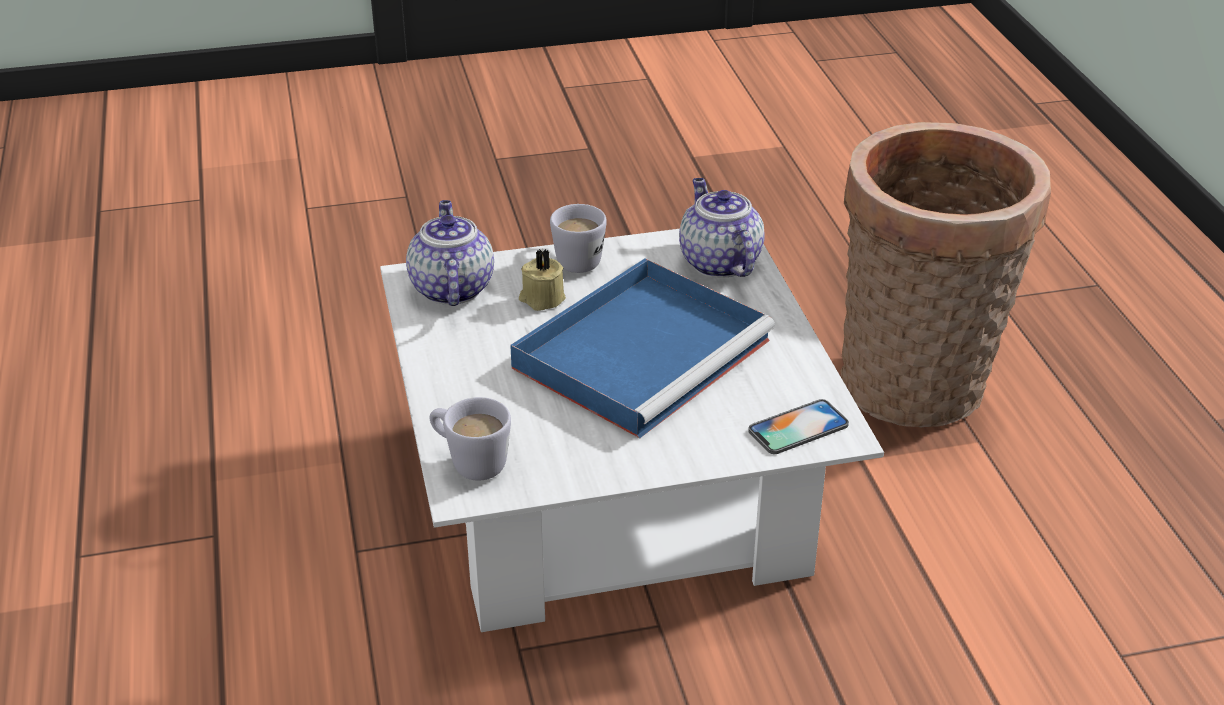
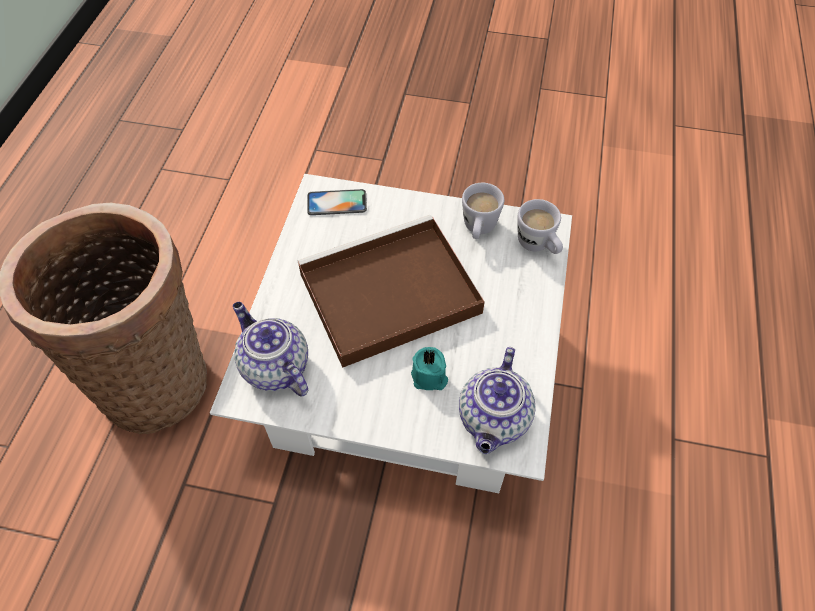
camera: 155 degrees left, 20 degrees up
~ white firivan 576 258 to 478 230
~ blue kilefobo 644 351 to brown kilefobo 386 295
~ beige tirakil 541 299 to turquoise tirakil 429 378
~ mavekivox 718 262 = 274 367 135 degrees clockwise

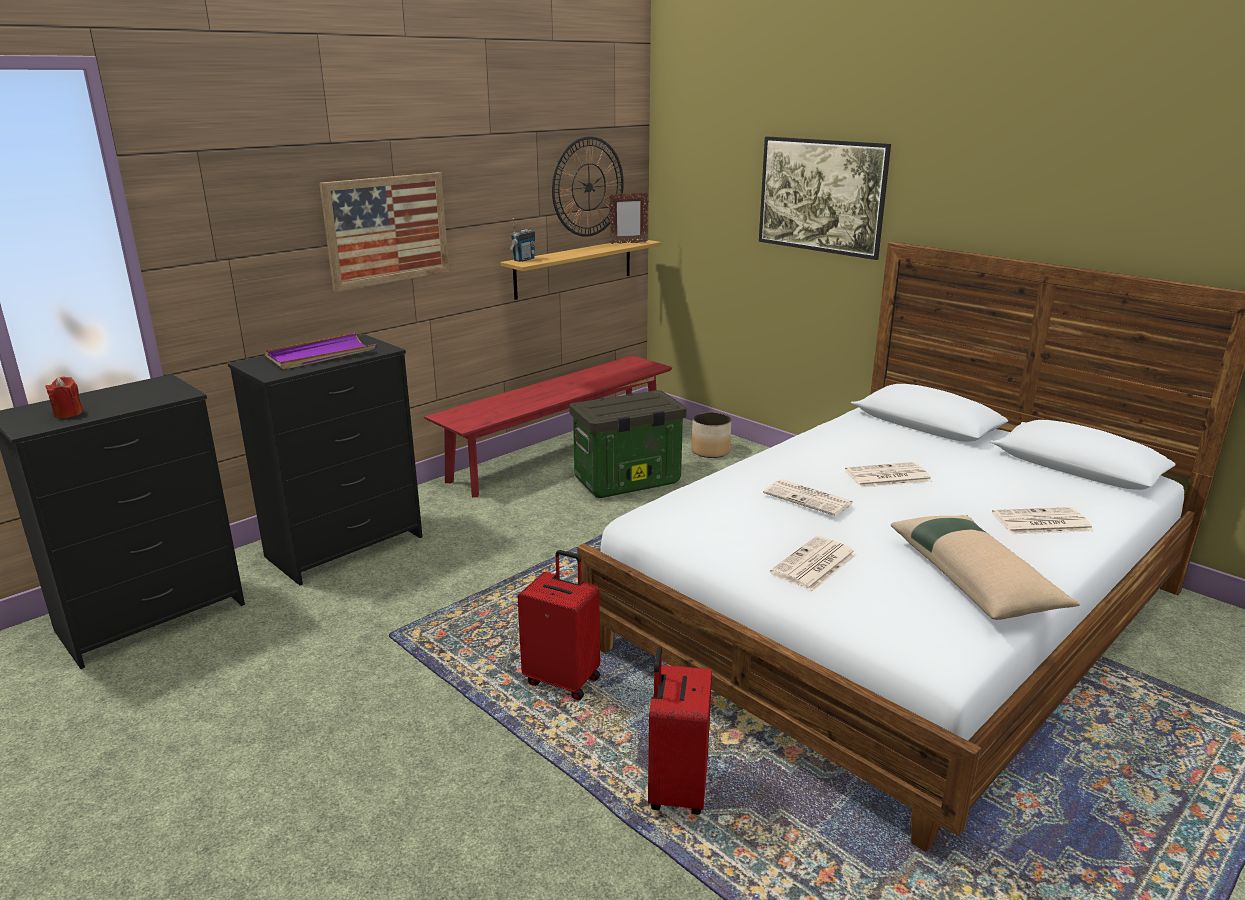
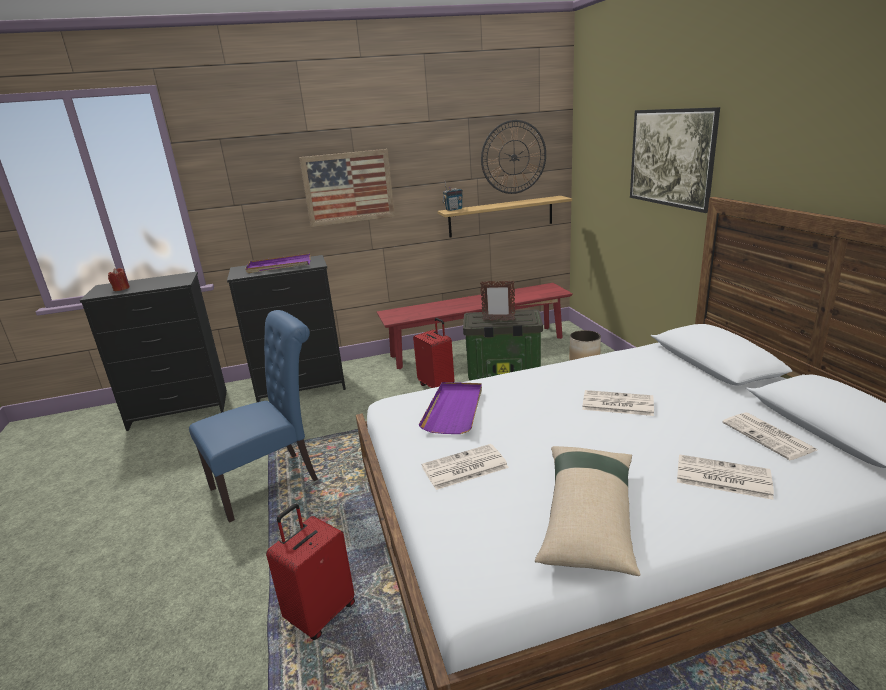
camera: 30 degrees right, 0 degrees up
+ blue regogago 271 482
+ purple kilefobo 454 409
~ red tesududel 563 679 to 437 386
~ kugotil 628 243 to 498 320
~ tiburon 809 498 to 769 437

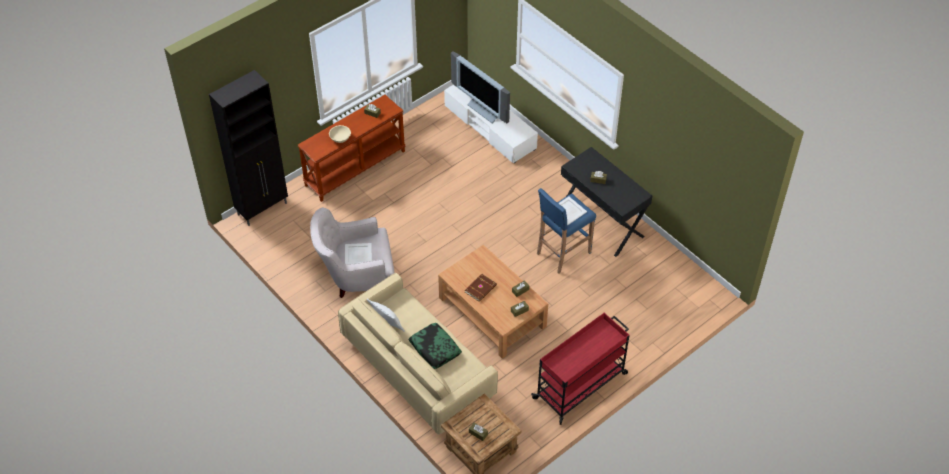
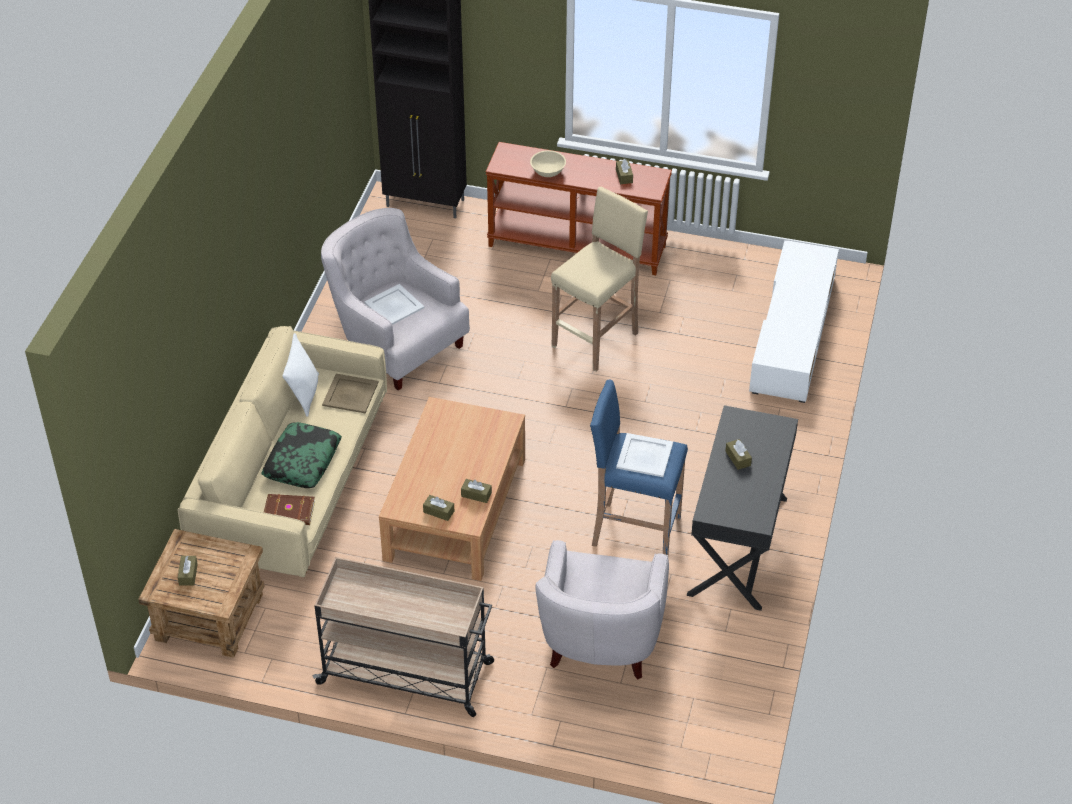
camera: 55 degrees right, 5 degrees down
- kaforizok 486 109
+ beige kilefobo 350 394
+ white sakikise 600 644
+ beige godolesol 596 339
~ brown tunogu 481 289 to 289 512
~ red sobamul 581 385 to beige sobamul 407 673

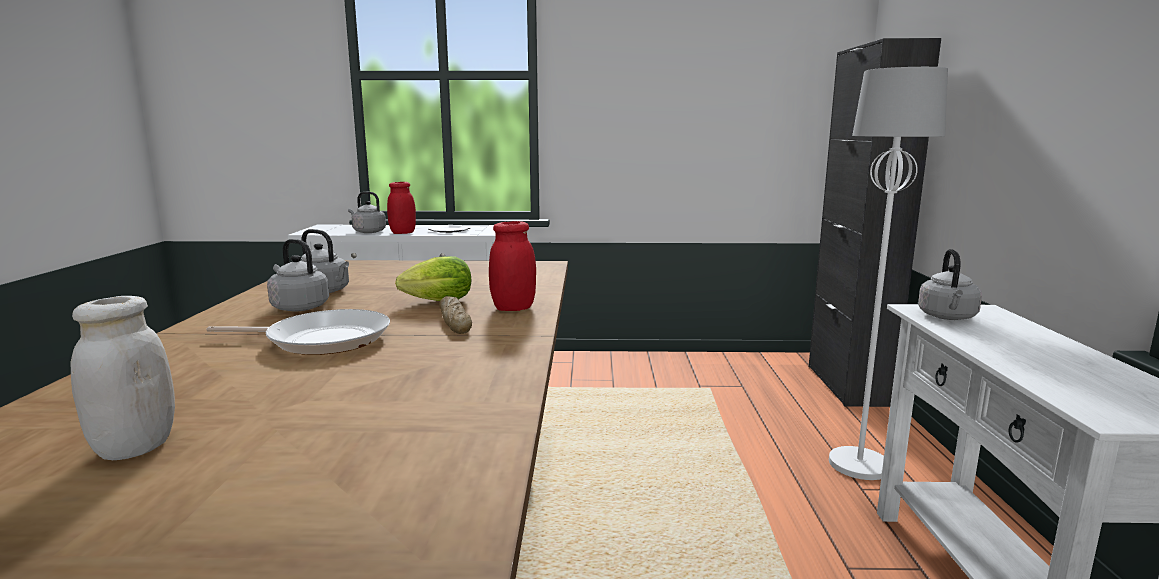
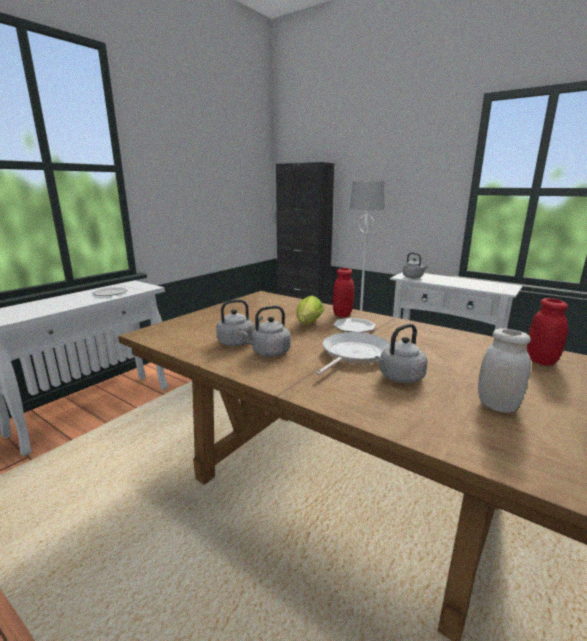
camera: 55 degrees left, 5 degrees up
~ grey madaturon 368 231 to 399 378
~ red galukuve 403 233 to 541 361
~ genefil 455 322 to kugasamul 354 327

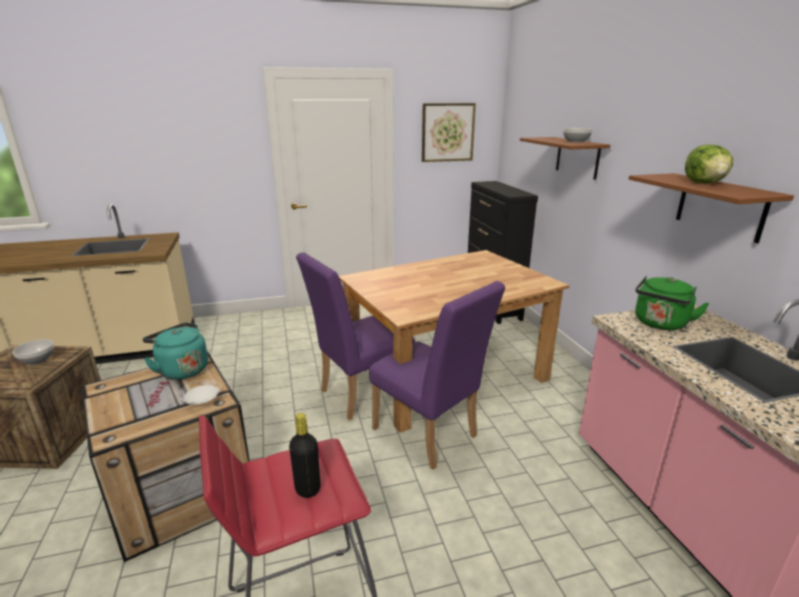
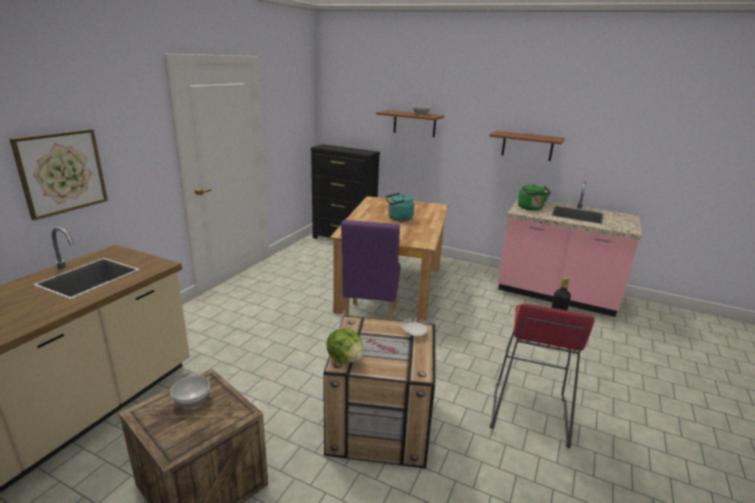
camera: 50 degrees left, 0 degrees up
- purple regogago 429 436
~ turquoise madaturon 181 369 to 398 219
~ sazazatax 447 132 to 62 172
~ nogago 705 183 to 345 359

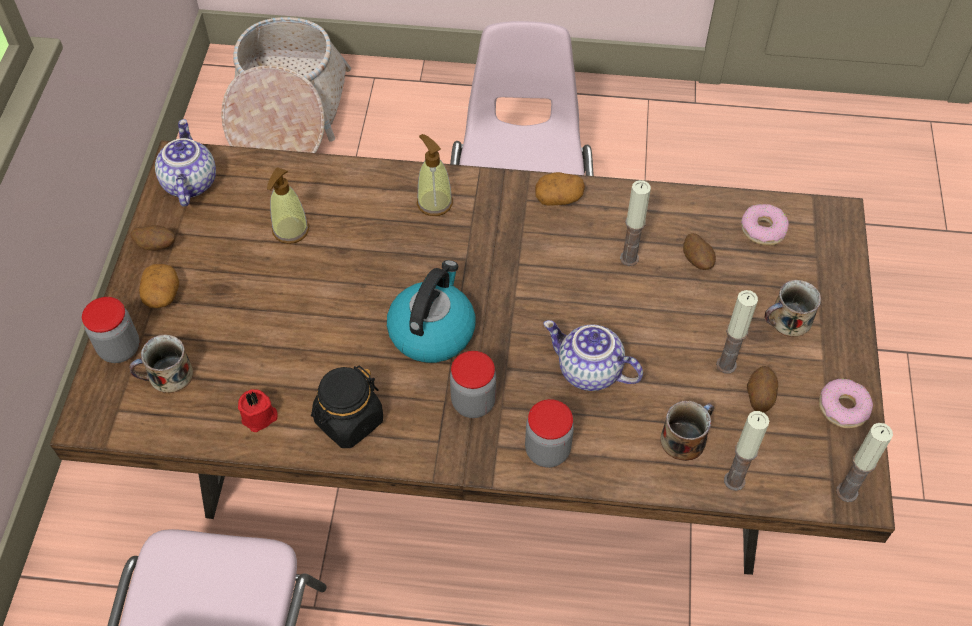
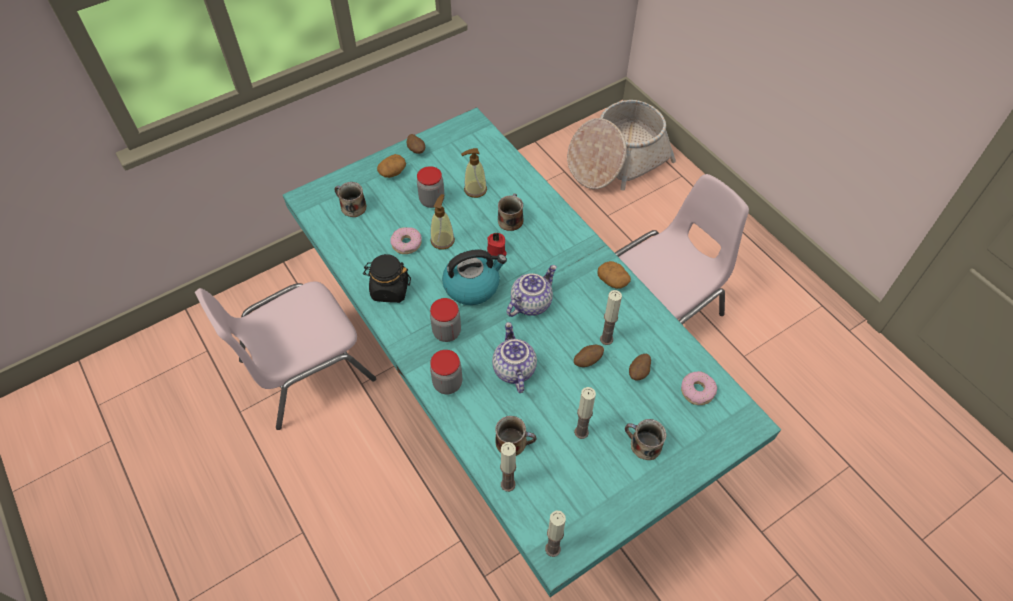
camera: 50 degrees right, 0 degrees up
+ firivan 510 219
~ galukuve 120 348 to 432 200
~ mavekivox 188 183 to 530 302
~ red tirakil 260 417 to 496 251
~ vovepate 434 202 to 442 240
~ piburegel 759 397 to 587 360
~ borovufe 843 408 to 406 243
~ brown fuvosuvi 483 459 to turquoise fuvosuvi 504 396

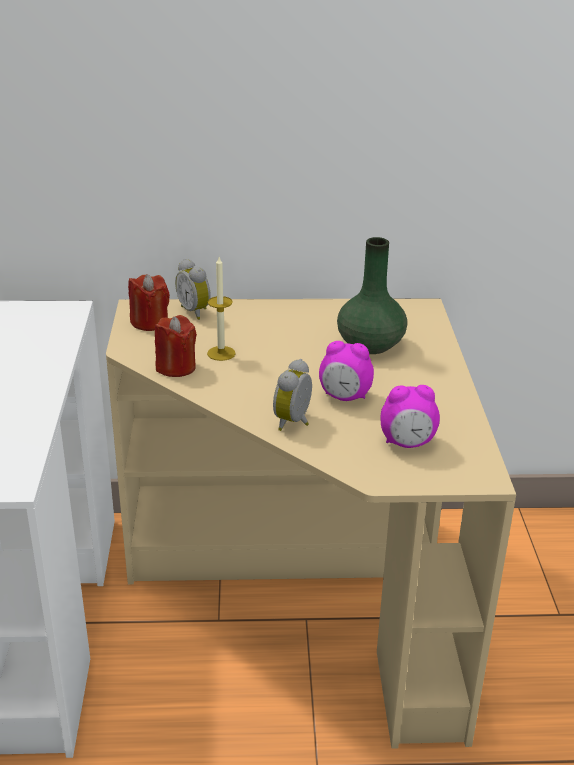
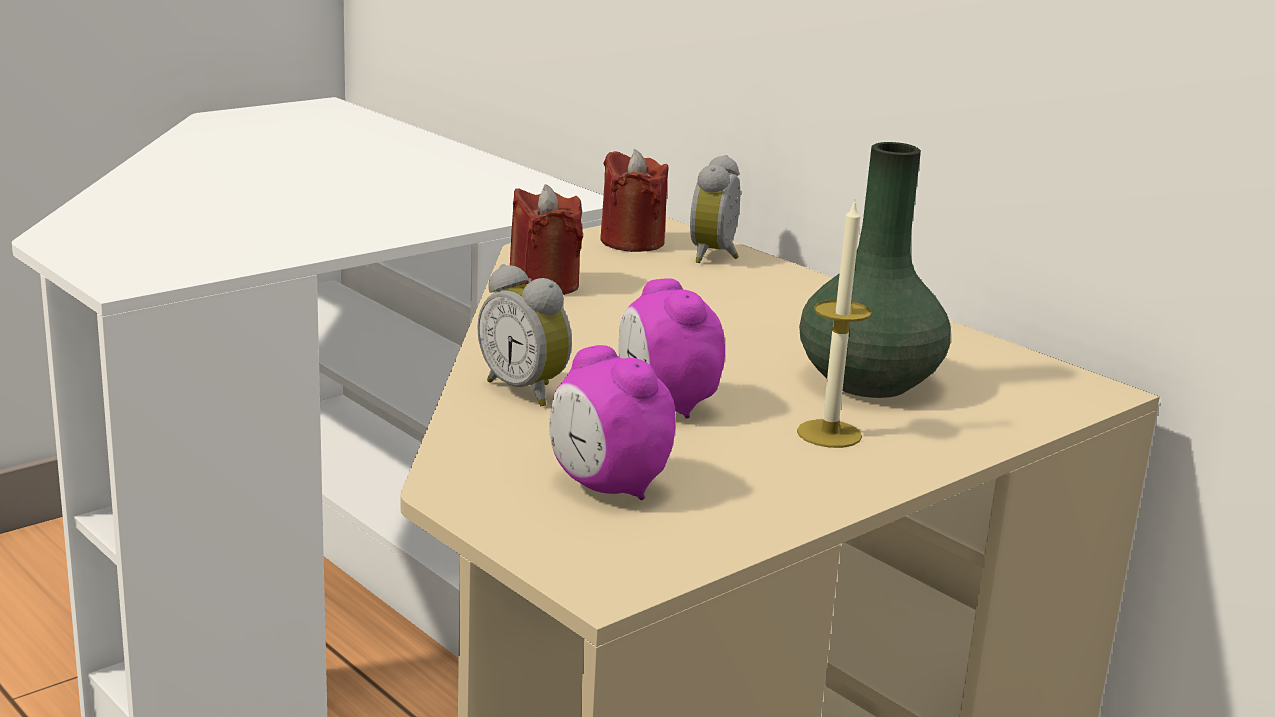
camera: 50 degrees right, 10 degrees down
~ tirakil 221 353 to 829 434
~ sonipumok 295 422 = 527 390 120 degrees counterclockwise

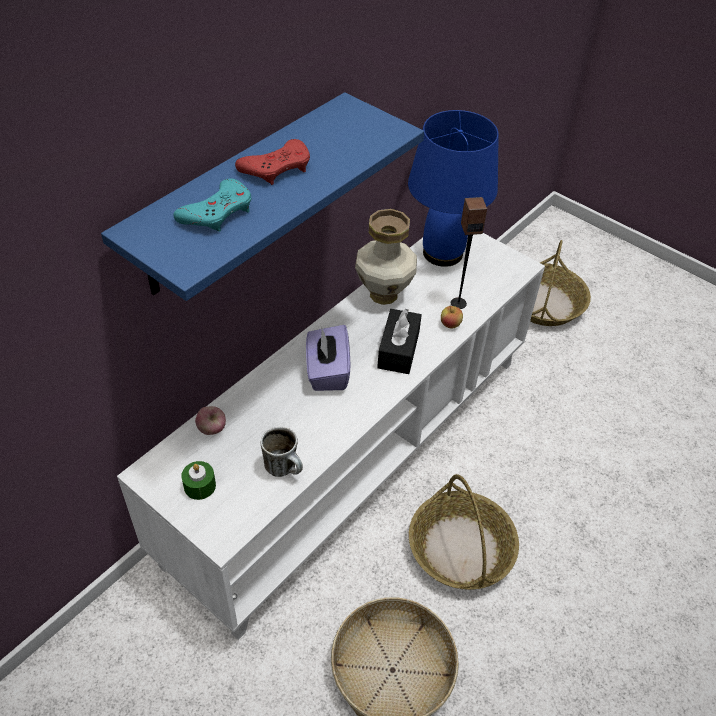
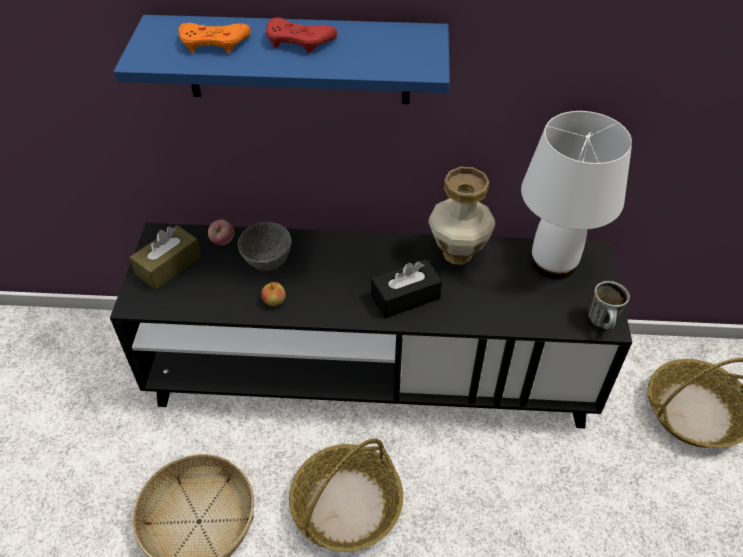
camera: 55 degrees right, 0 degrees up
- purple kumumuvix 327 371
- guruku 458 303
+ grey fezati 269 263
~ firivan 285 469 to 604 324
~ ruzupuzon 450 324 to 274 301
~ green tirakil 200 486 to brown kumumuvix 169 265
~ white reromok 353 455 to black reromok 371 373
~ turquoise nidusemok 217 212 to orange nidusemok 214 43
~ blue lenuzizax 442 252 to white lenuzizax 554 262

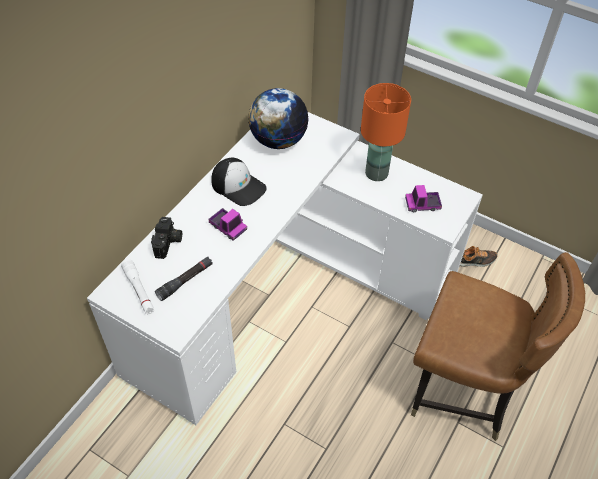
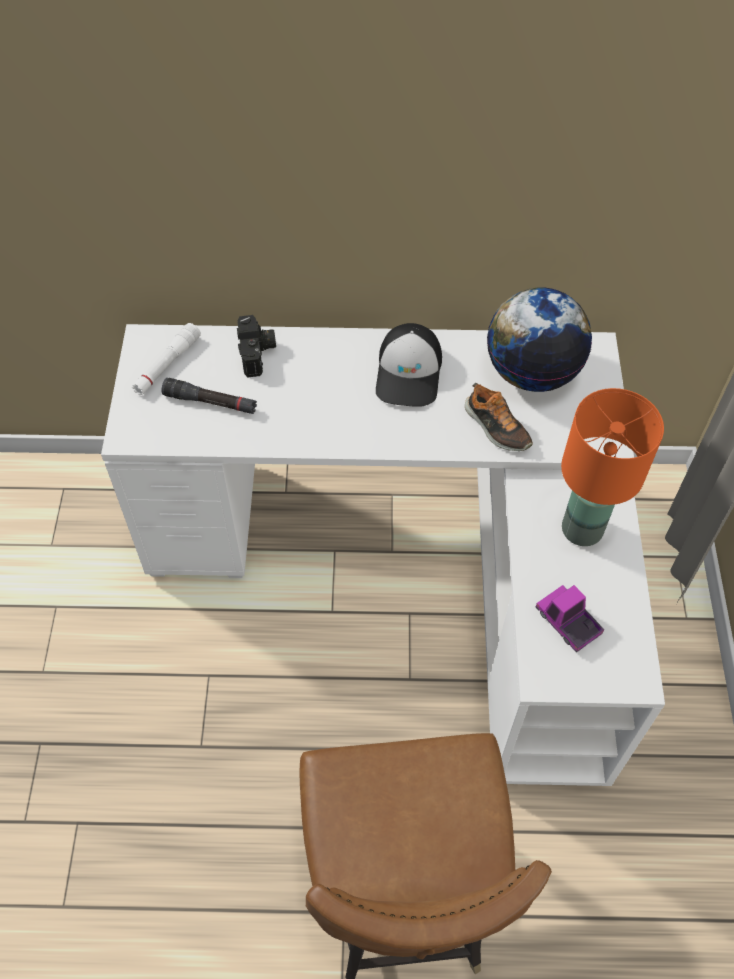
camera: 60 degrees right, 5 degrees up
- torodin 228 227
~ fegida 475 261 to 496 427
~ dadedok 168 243 = 258 353 75 degrees counterclockwise

